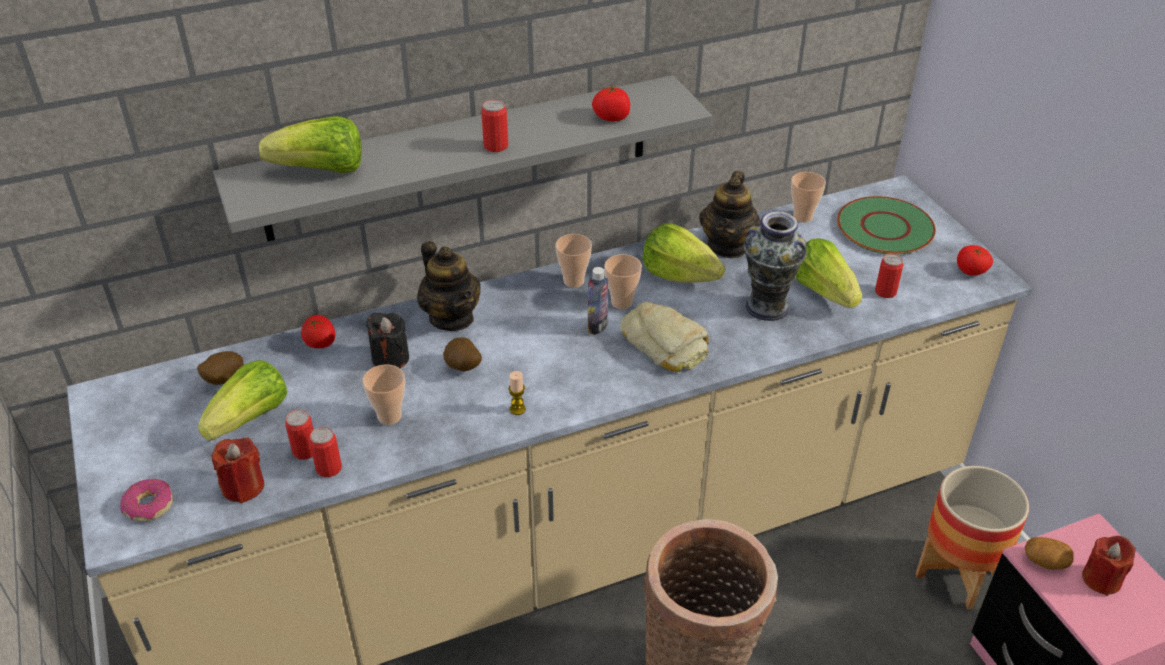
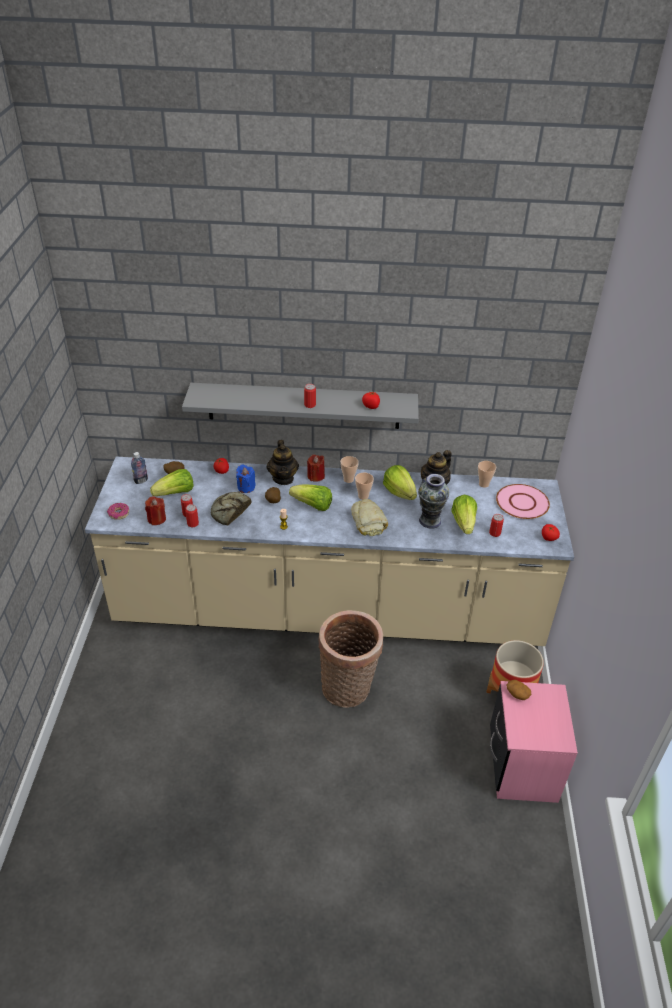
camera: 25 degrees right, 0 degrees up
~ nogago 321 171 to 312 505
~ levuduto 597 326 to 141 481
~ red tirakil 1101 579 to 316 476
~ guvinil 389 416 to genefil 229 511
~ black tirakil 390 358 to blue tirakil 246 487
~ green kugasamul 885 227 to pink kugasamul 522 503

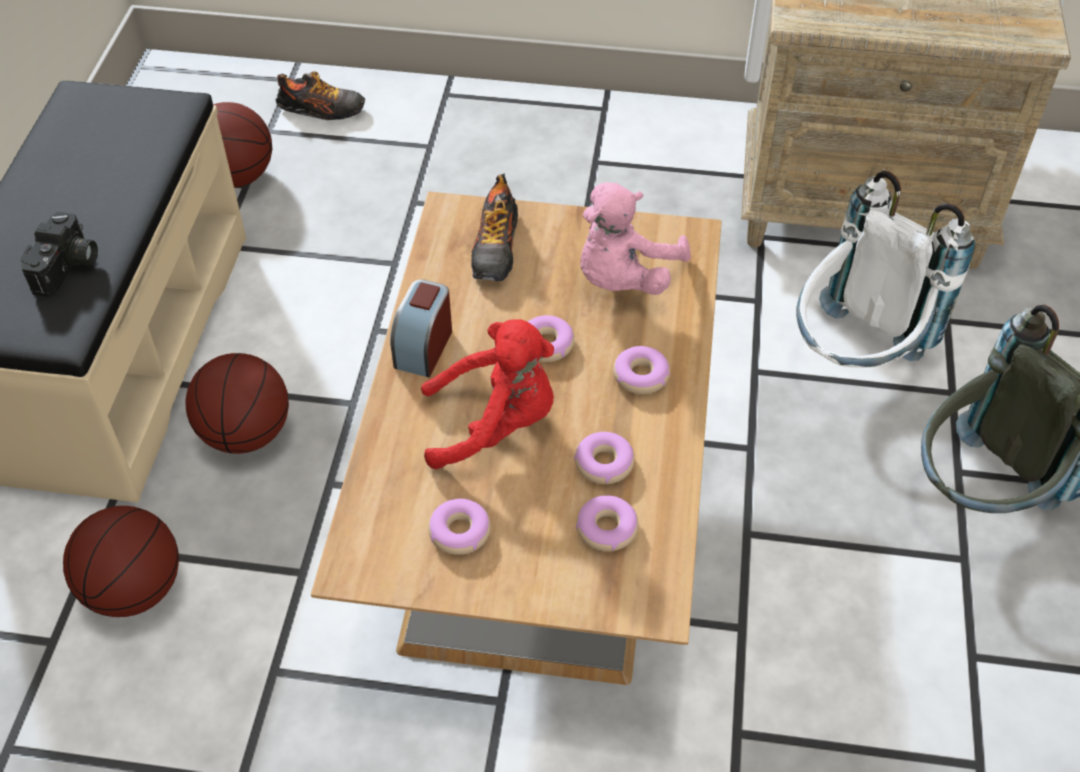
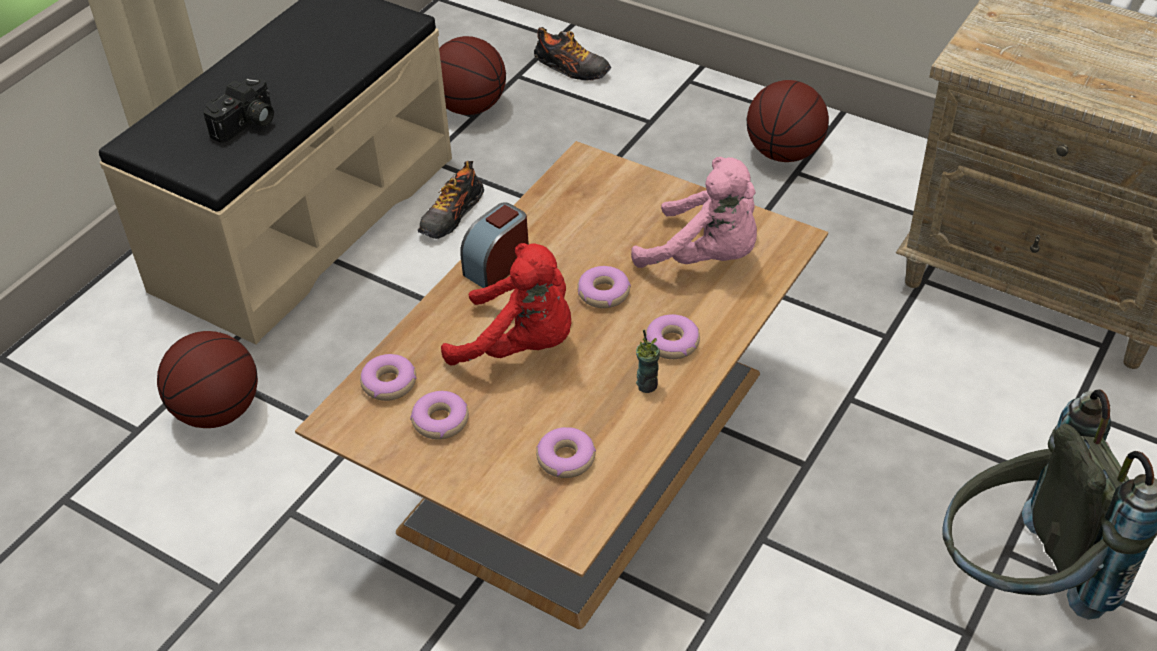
camera: 25 degrees right, 5 degrees down
- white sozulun 853 358
+ guvinil 647 384
~ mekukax 246 433 to 784 153
~ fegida 496 247 to 452 215
~ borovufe 604 463 to 389 383
~ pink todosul 623 278 = 705 257 120 degrees counterclockwise

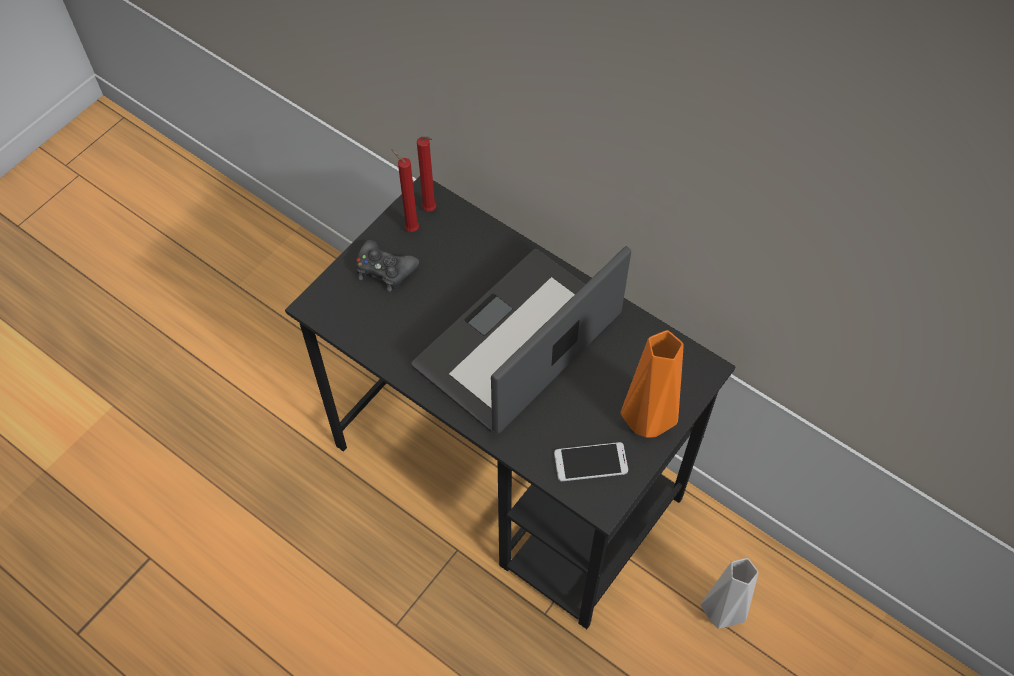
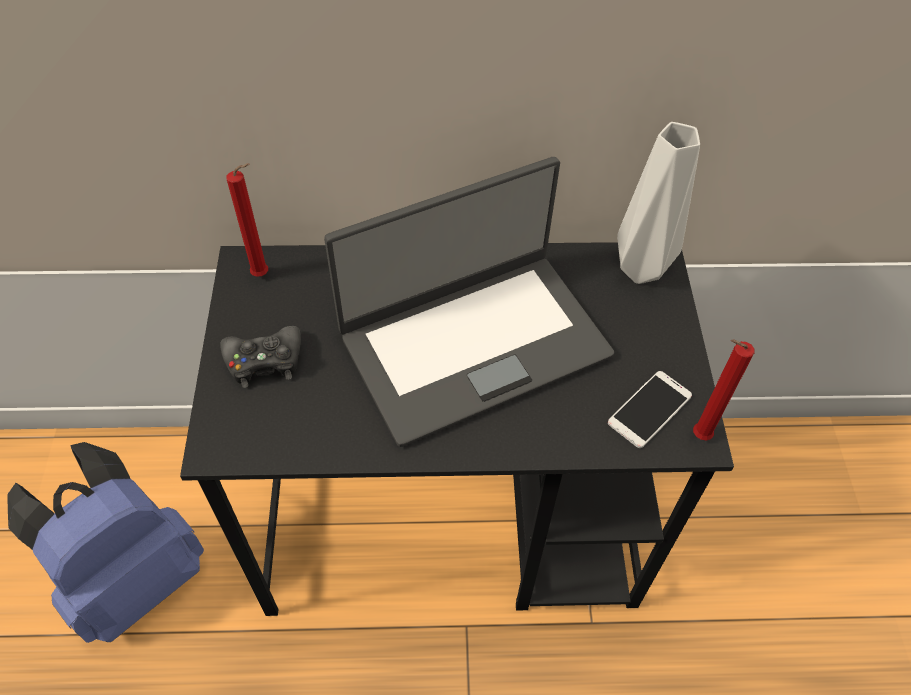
camera: 40 degrees left, 5 degrees down
- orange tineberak 649 420
+ blue sozulun 134 577
~ red tirakil 410 228 to 697 436
~ grey tineberak 723 611 to 641 267
~ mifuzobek 520 343 = 473 343 120 degrees counterclockwise

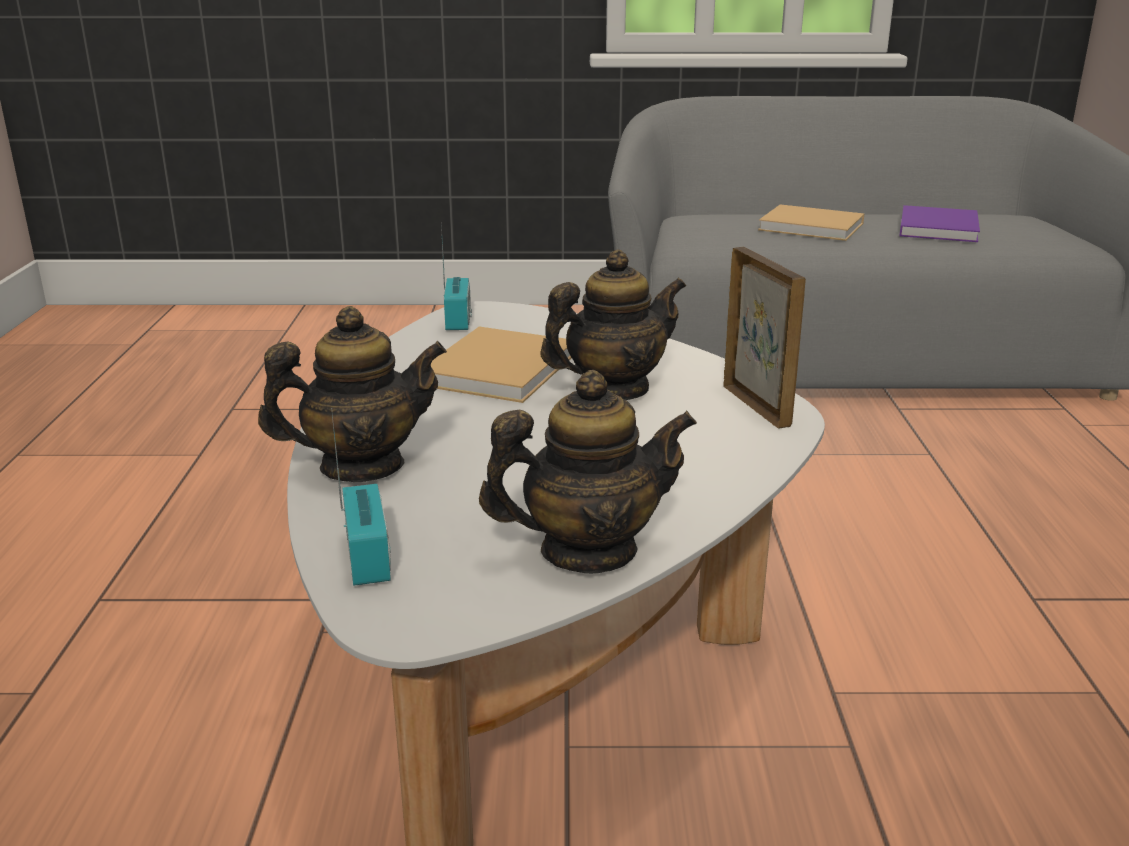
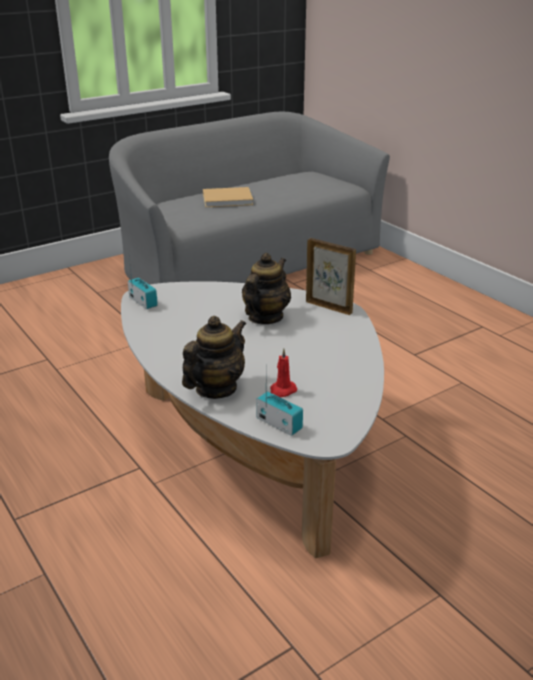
camera: 35 degrees left, 5 degrees up
- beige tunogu 501 368
- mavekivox 588 551
- purple tunogu 938 227
+ red tirakil 282 391

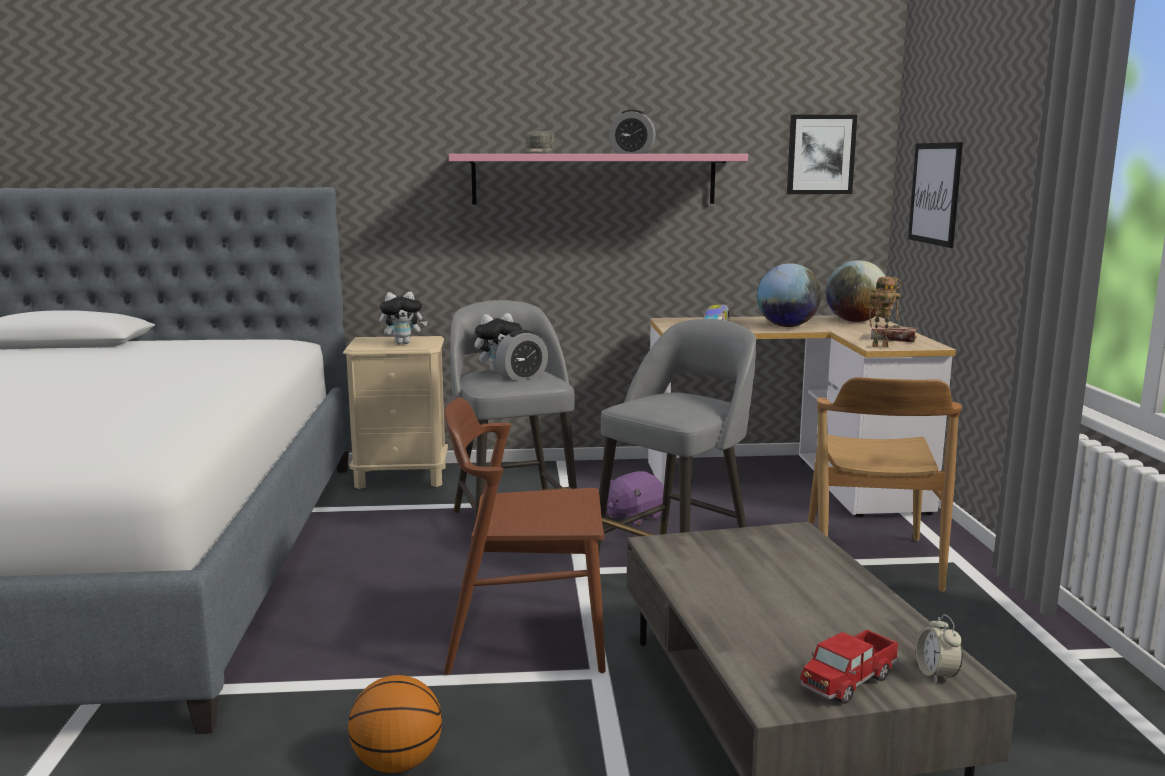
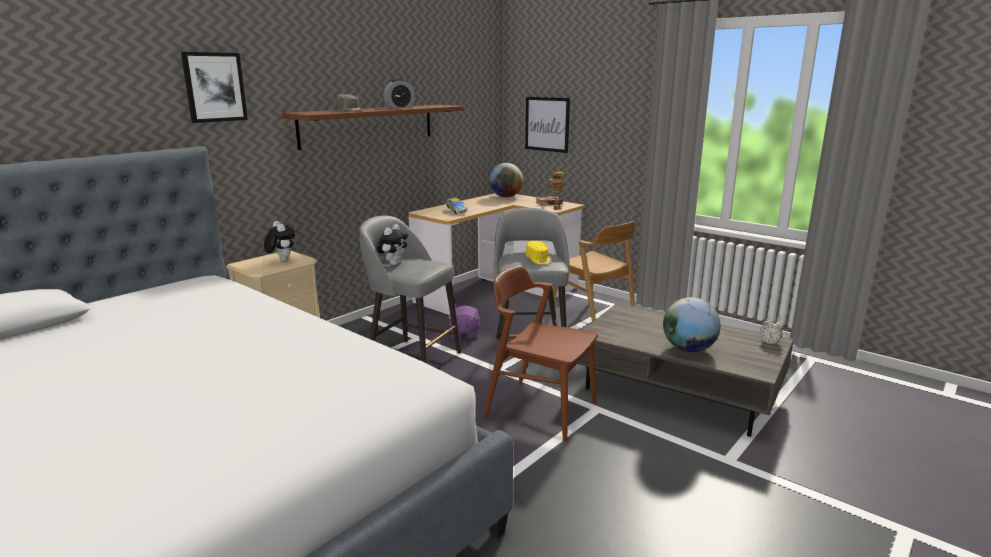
camera: 45 degrees left, 5 degrees up
- mekukax 398 764
- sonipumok 522 377
- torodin 848 680
+ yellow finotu 538 259
~ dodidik 787 326 to 688 349
~ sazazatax 820 154 to 214 87
~ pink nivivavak 594 179 to brown nivivavak 368 125
~ todosul 403 343 = 281 260 60 degrees counterclockwise
~ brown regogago 526 638 = 540 410 75 degrees clockwise

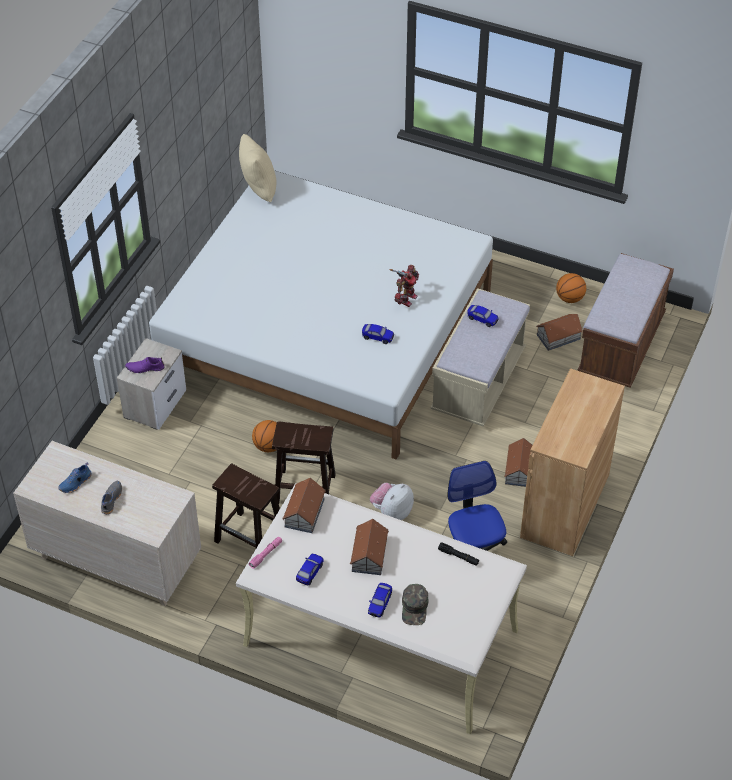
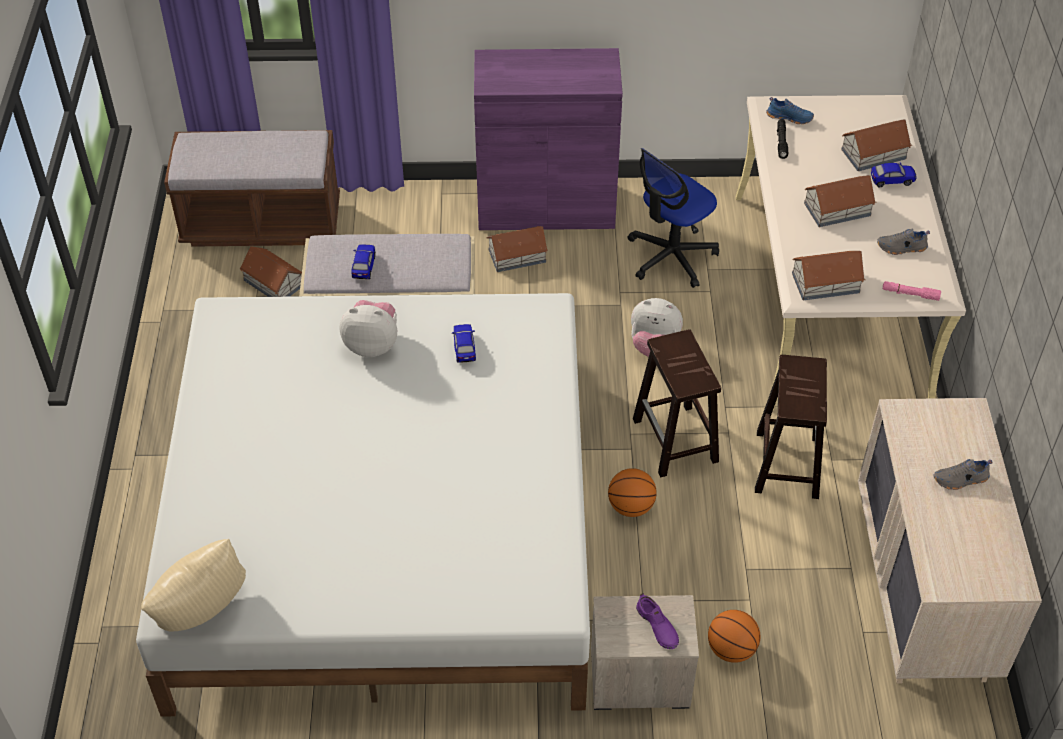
camera: 115 degrees left, 0 degrees up
~ blue fegida 76 483 to 789 117
~ mekukax 569 298 to 731 649
~ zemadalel 310 572 to grey fegida 901 248
~ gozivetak 406 298 to todosul 372 344
~ green finotu 415 607 to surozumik 873 154
~ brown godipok 565 506 to purple godipok 546 206

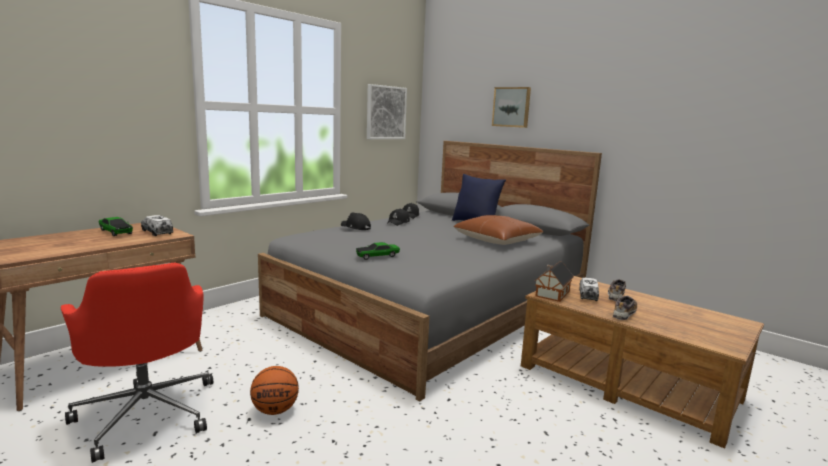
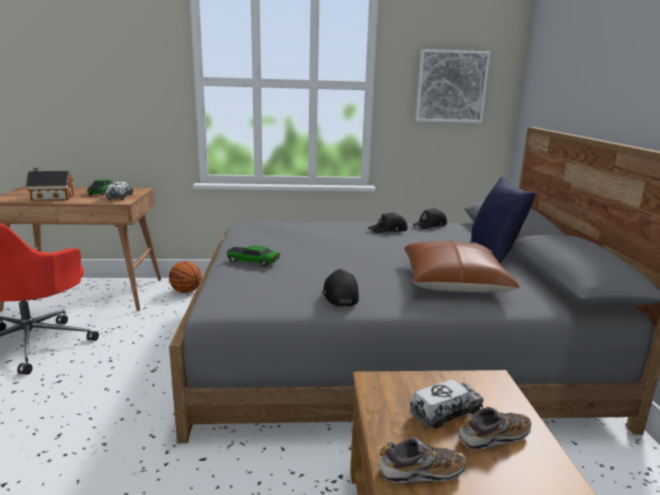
camera: 45 degrees right, 5 degrees up
- sazazatax 511 107
~ mekukax 275 410 to 186 291
~ black finotu 355 227 to 340 295
~ surozumik 551 294 to 51 197

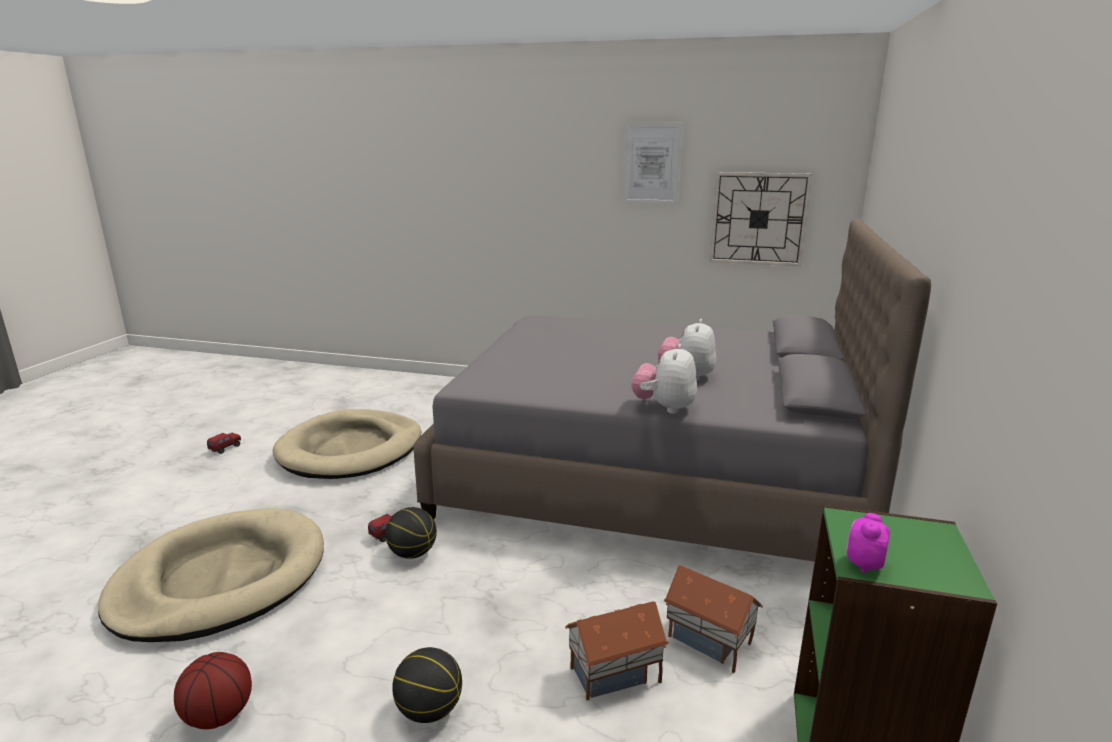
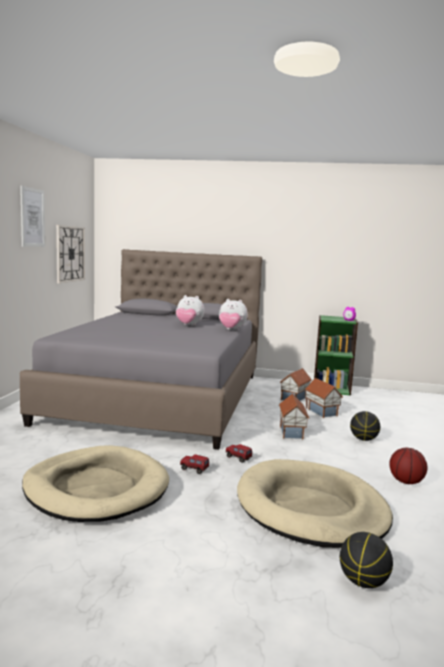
camera: 95 degrees left, 10 degrees down
+ surozumik 292 432
~ torodin 225 449 to 194 470
~ mekukax 413 553 to 363 582

